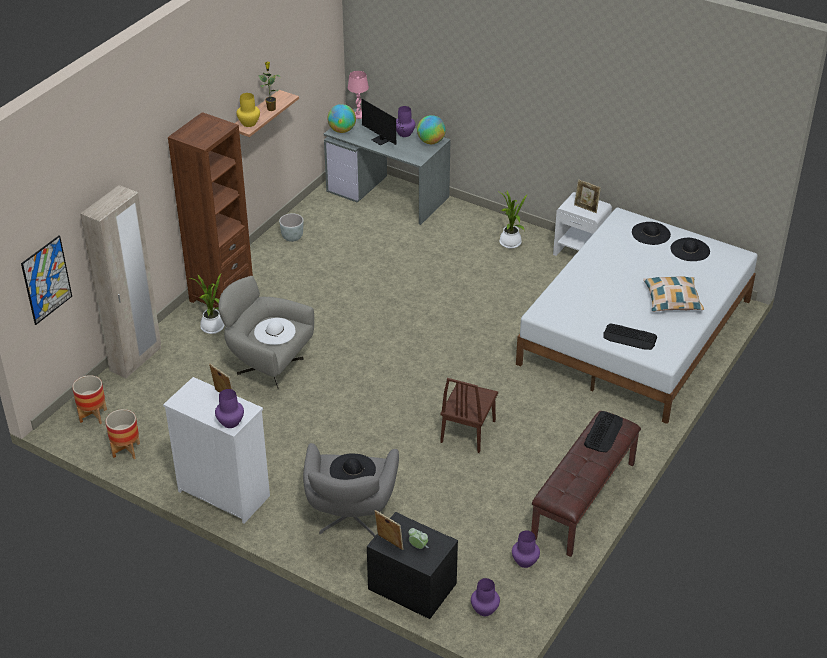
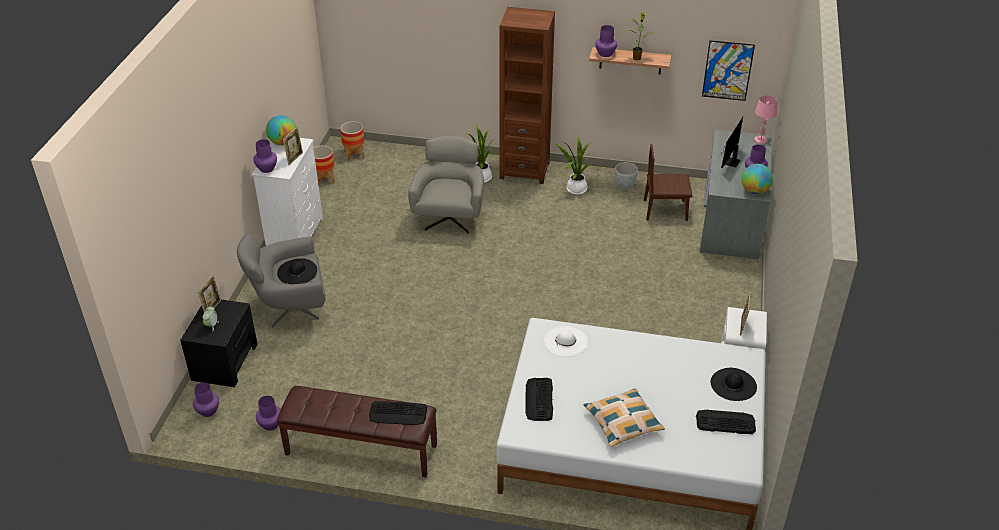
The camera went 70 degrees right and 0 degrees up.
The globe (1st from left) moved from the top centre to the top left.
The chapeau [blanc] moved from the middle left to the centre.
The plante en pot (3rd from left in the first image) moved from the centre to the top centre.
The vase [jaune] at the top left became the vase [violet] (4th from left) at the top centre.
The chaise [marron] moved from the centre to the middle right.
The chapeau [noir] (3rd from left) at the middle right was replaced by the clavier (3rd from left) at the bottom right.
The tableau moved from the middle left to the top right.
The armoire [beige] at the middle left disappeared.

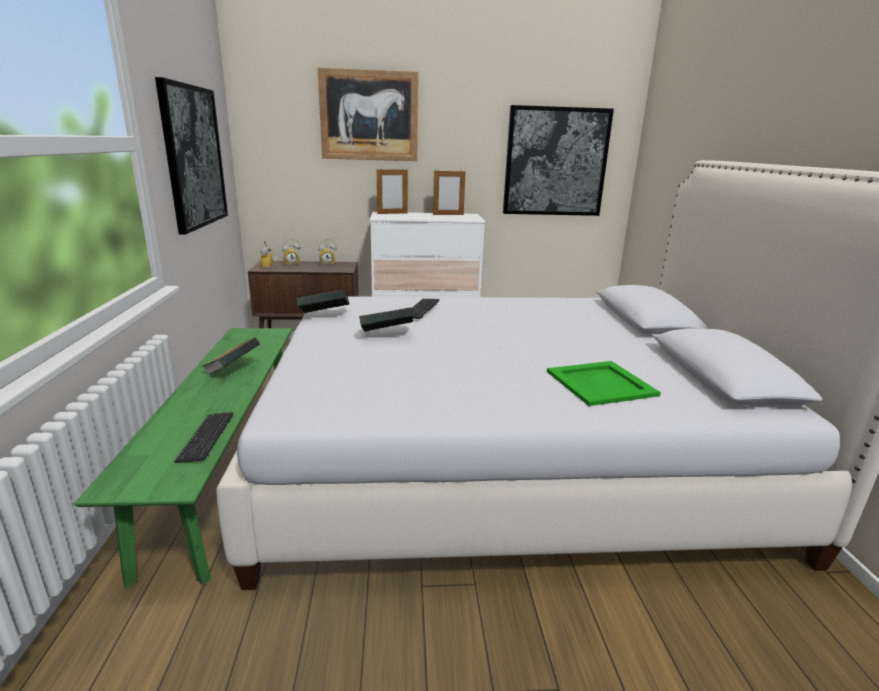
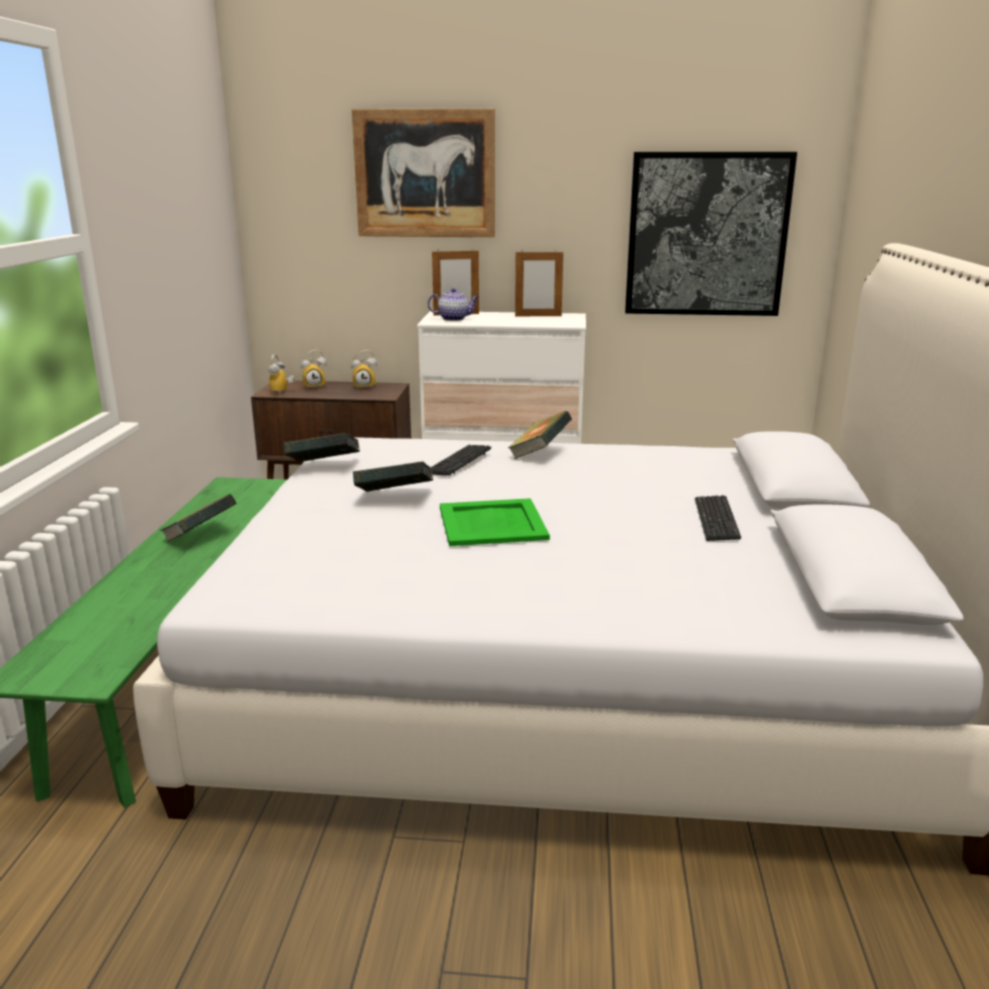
The camera went 10 degrees right and 0 degrees up.
The théière at the top centre appeared.
The plateau [vert] moved from the middle right to the centre.
The livre (4th from left) at the centre appeared.
The clavier (1st from left in the first image) moved from the middle left to the middle right.
The tableau (1st from left) at the top left disappeared.

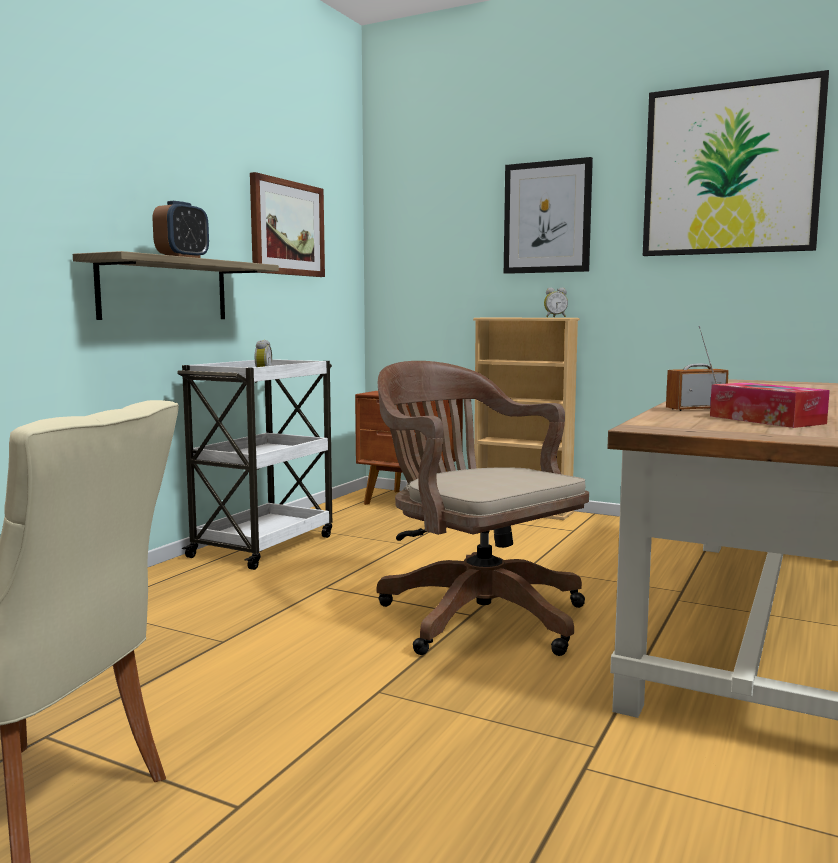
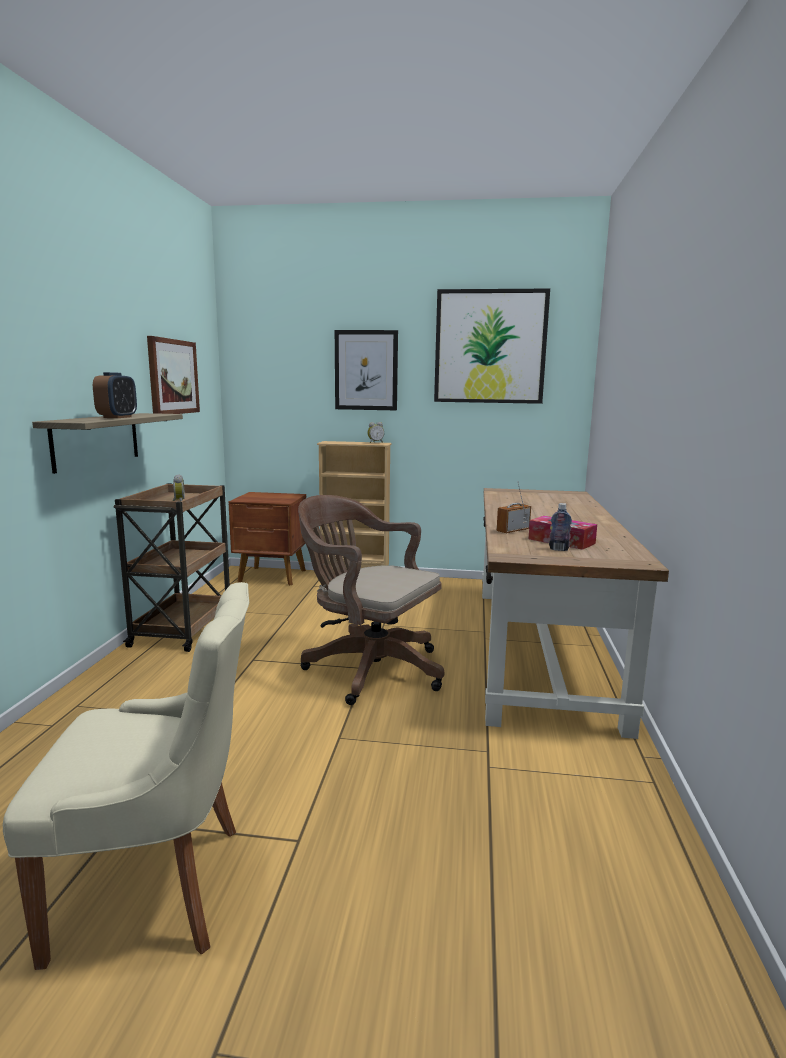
The camera went 20 degrees left and 5 degrees up.
The chariot [blanc] at the middle left became the chariot [marron] at the middle left.
The bouteille at the middle right appeared.

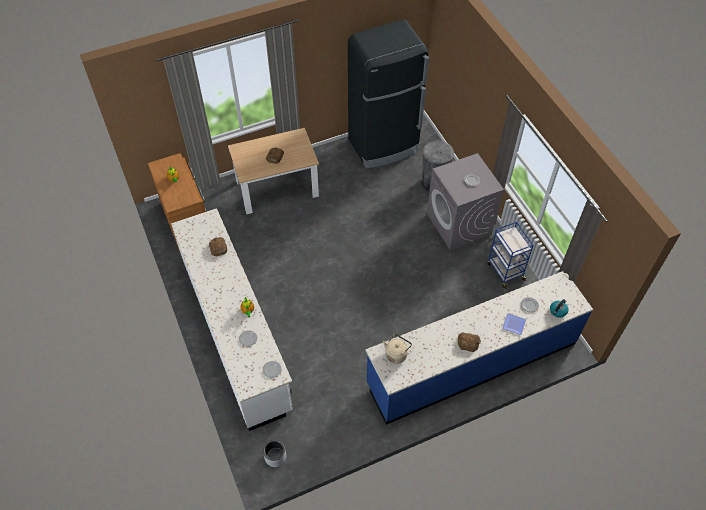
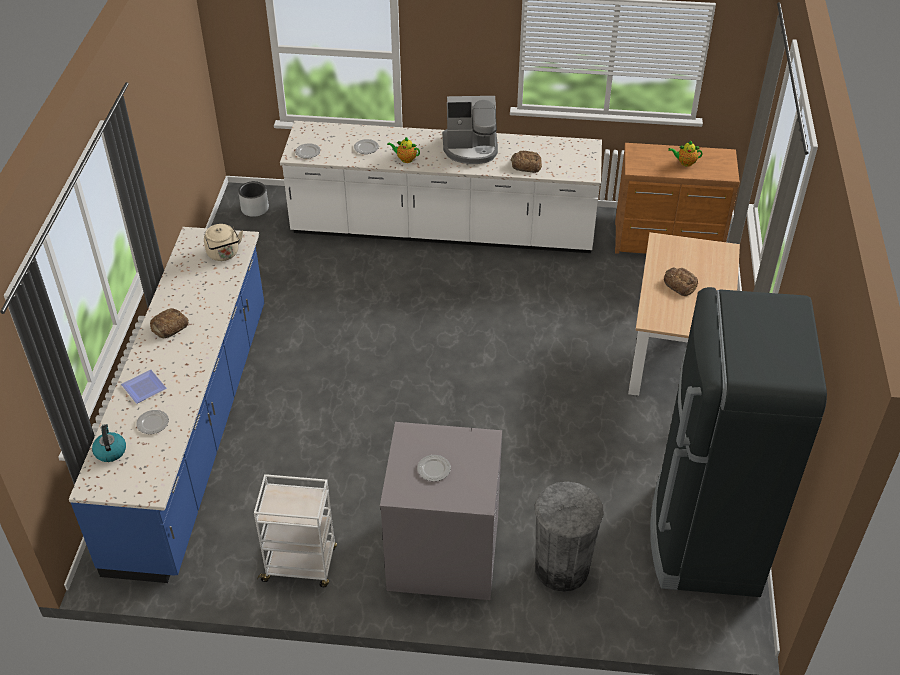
The camera went 120 degrees right and 10 degrees down.
The chariot [bleu] at the middle right became the chariot [blanc] at the bottom left.
The machine à café at the top centre appeared.

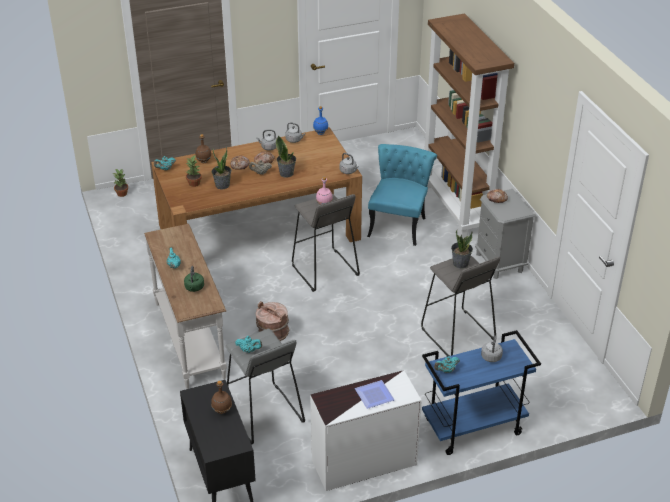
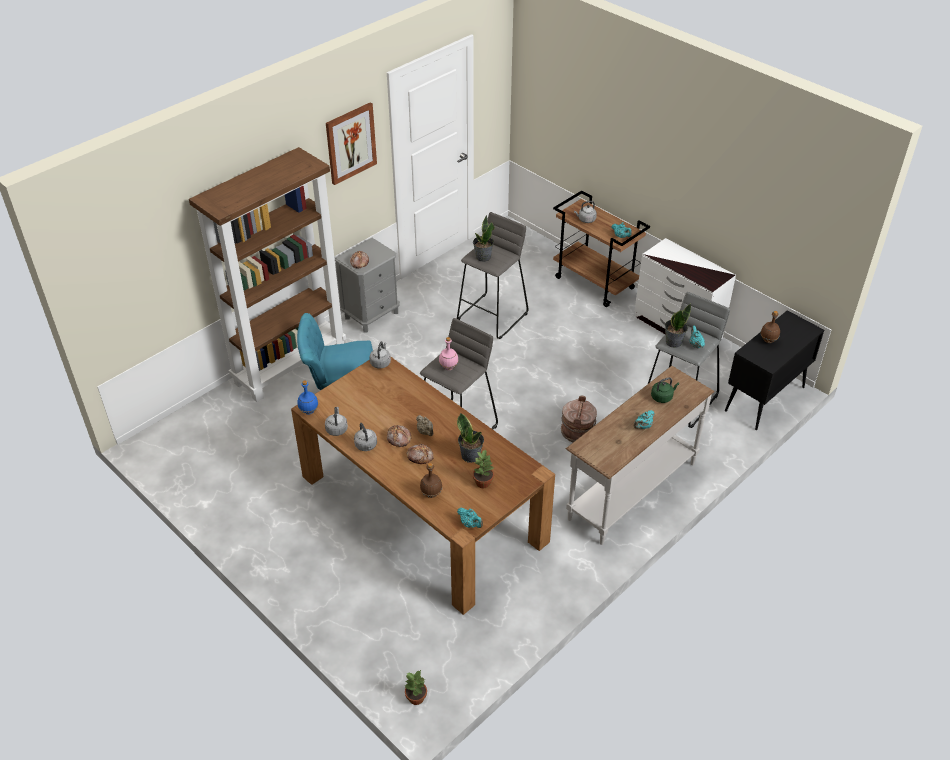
The camera went 115 degrees left and 5 degrees up.
The tableau at the top centre appeared.
The chariot [bleu] at the bottom right became the chariot [marron] at the top centre.
The plante en pot (4th from left in the first image) moved from the top centre to the middle right.
The assiette at the bottom centre disappeared.

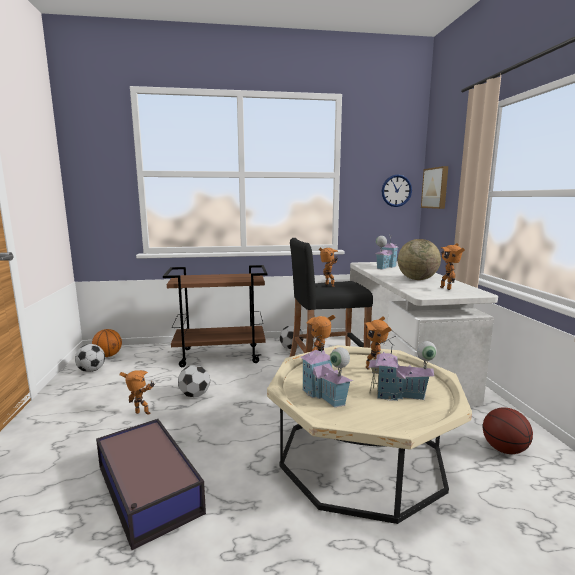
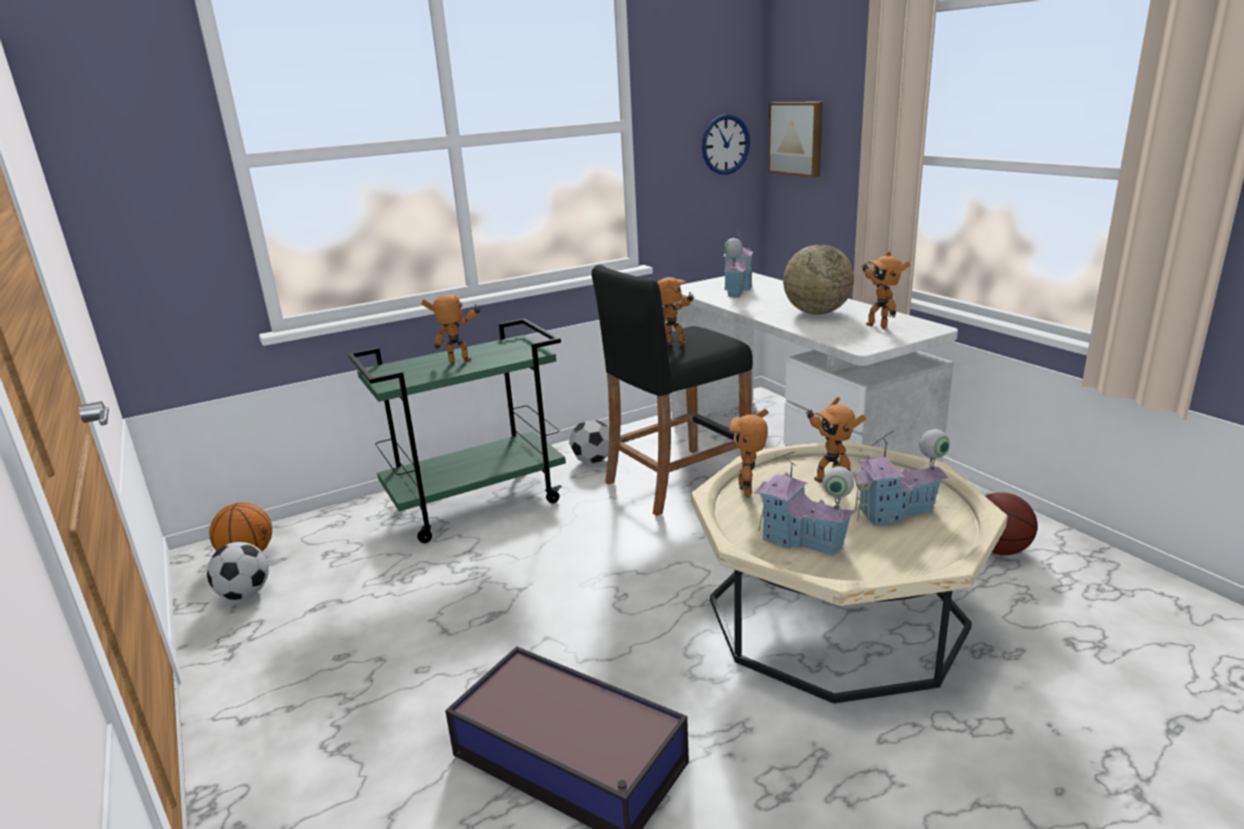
The camera went 20 degrees left and 10 degrees up.
The chariot [marron] at the centre became the chariot [vert] at the centre.
The robot jouet (1st from left) moved from the bottom left to the centre.
The ballon de foot (2nd from left) at the centre disappeared.

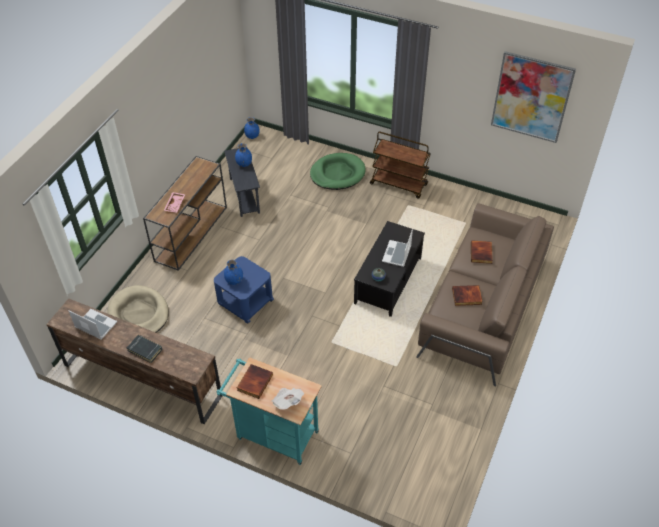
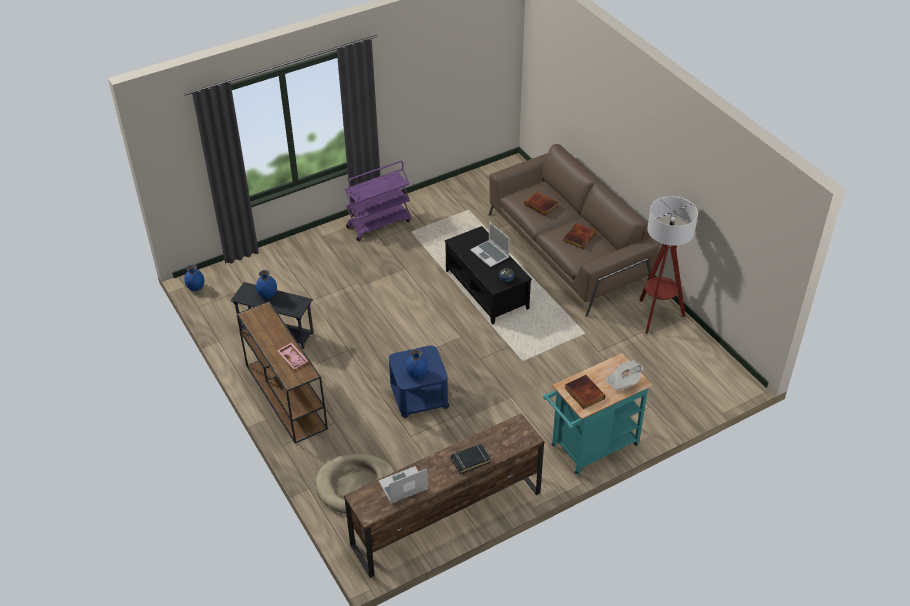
The camera went 55 degrees left and 5 degrees down.
The chariot [marron] at the top centre became the chariot [violet] at the top centre.
The lampadaire at the middle right appeared.
The panier pour chien [vert] at the top centre disappeared.
The tableau at the top right disappeared.

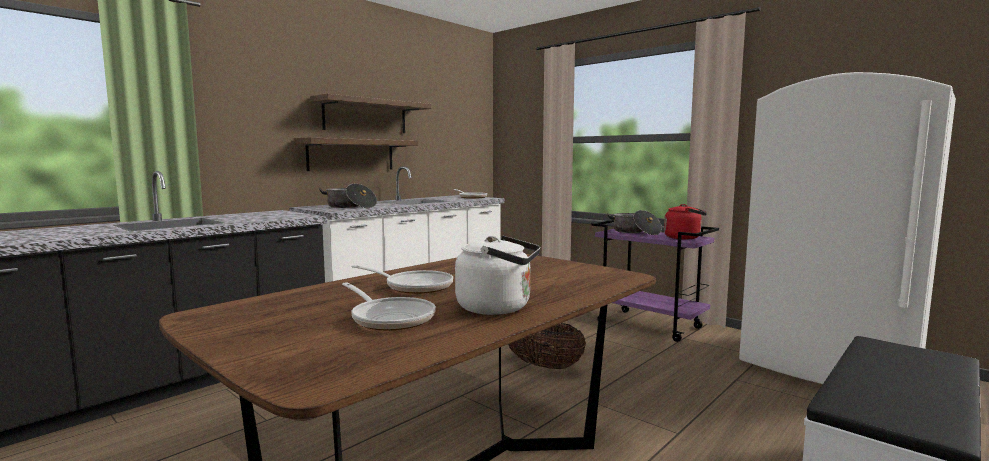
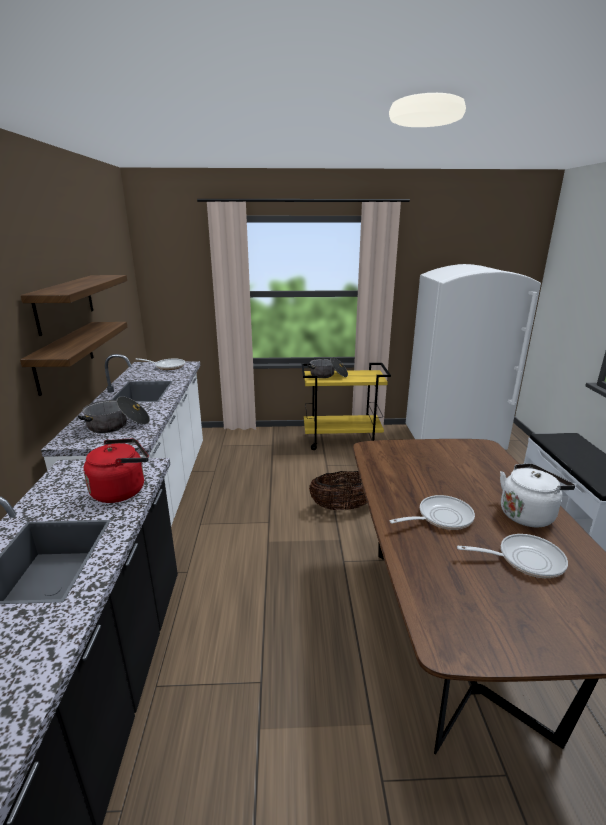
The camera went 45 degrees left and 15 degrees up.
The bouilloire [rouge] moved from the middle right to the middle left.
The chariot [violet] at the centre became the chariot [jaune] at the centre.

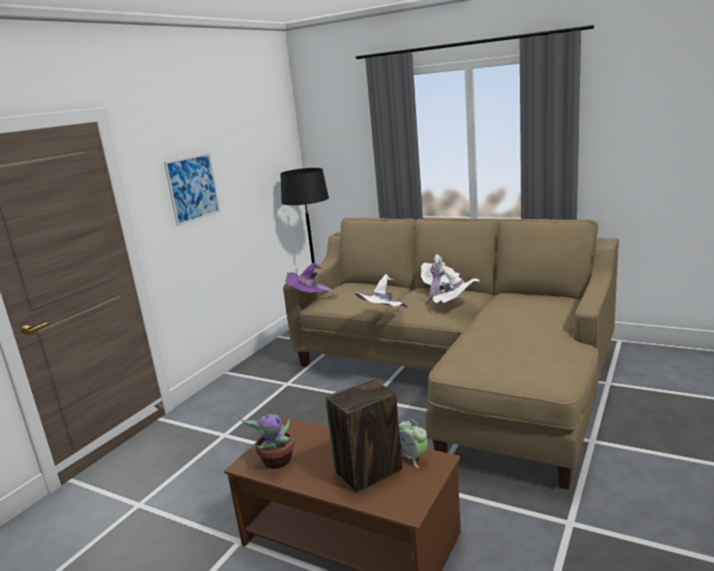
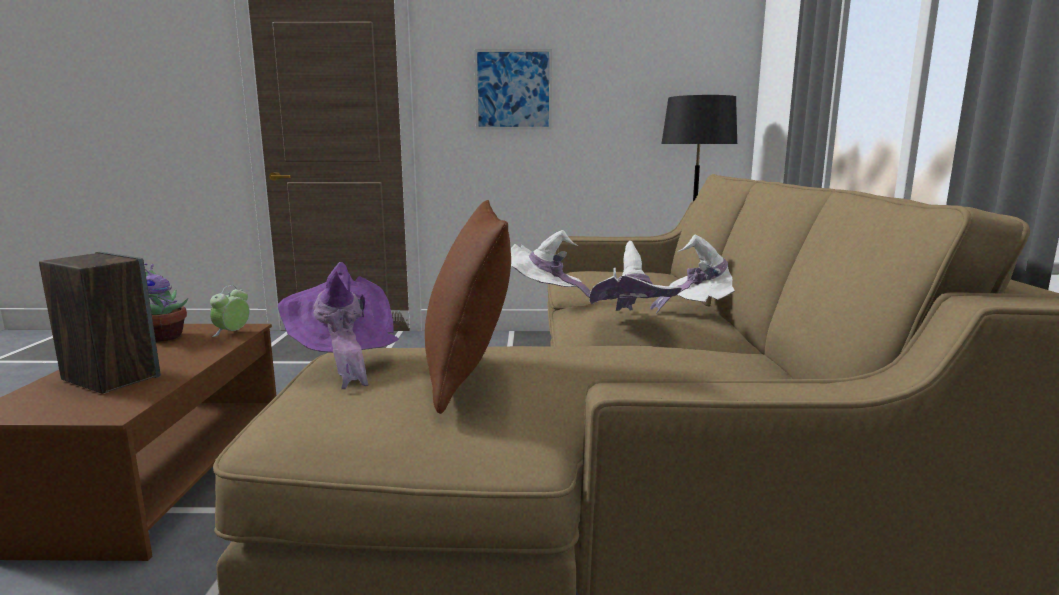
The camera went 60 degrees right and 5 degrees down.
The réveil moved from the bottom centre to the middle left.
The chapeau [violet] moved from the centre to the middle left.
The coussin [marron] at the centre appeared.

